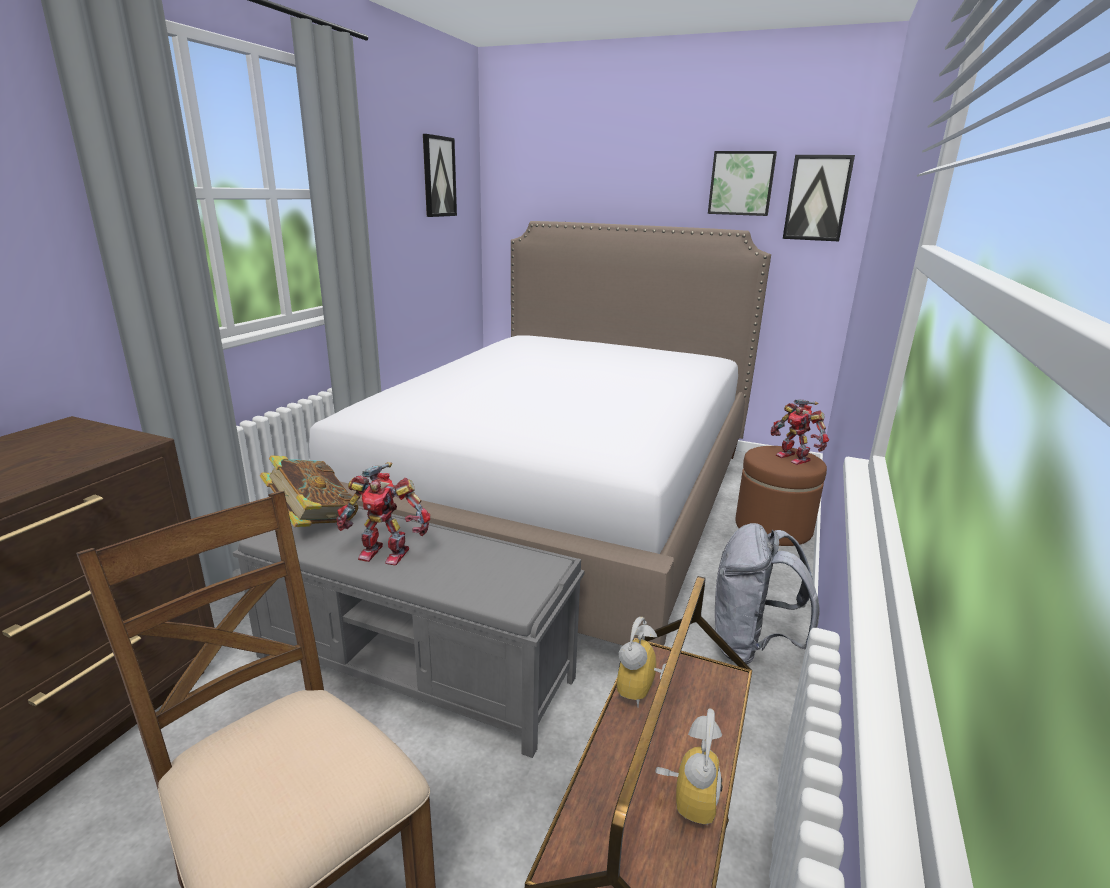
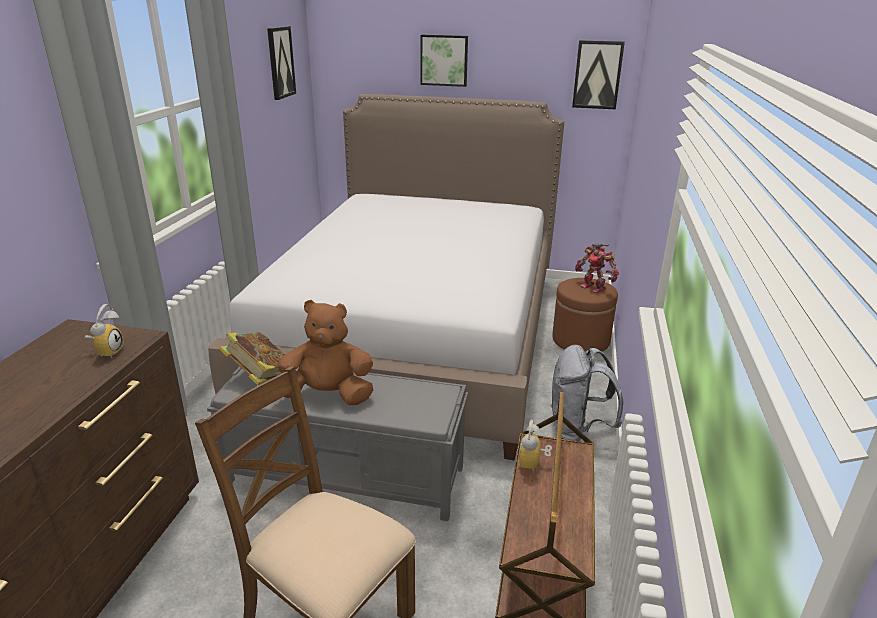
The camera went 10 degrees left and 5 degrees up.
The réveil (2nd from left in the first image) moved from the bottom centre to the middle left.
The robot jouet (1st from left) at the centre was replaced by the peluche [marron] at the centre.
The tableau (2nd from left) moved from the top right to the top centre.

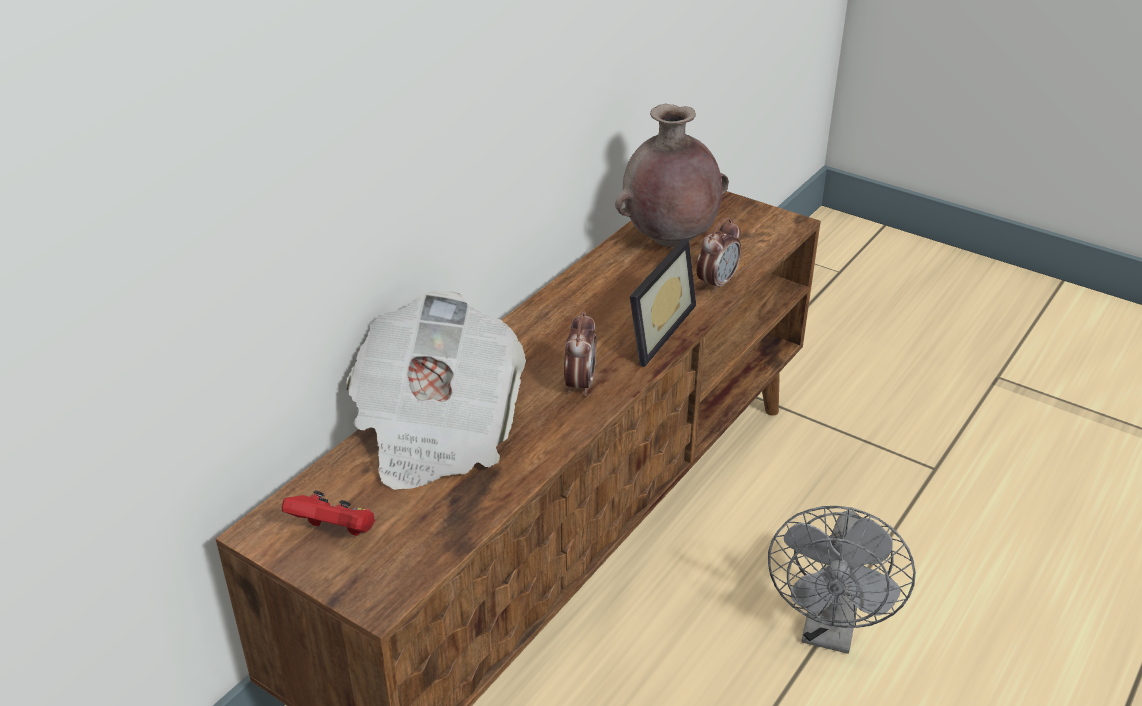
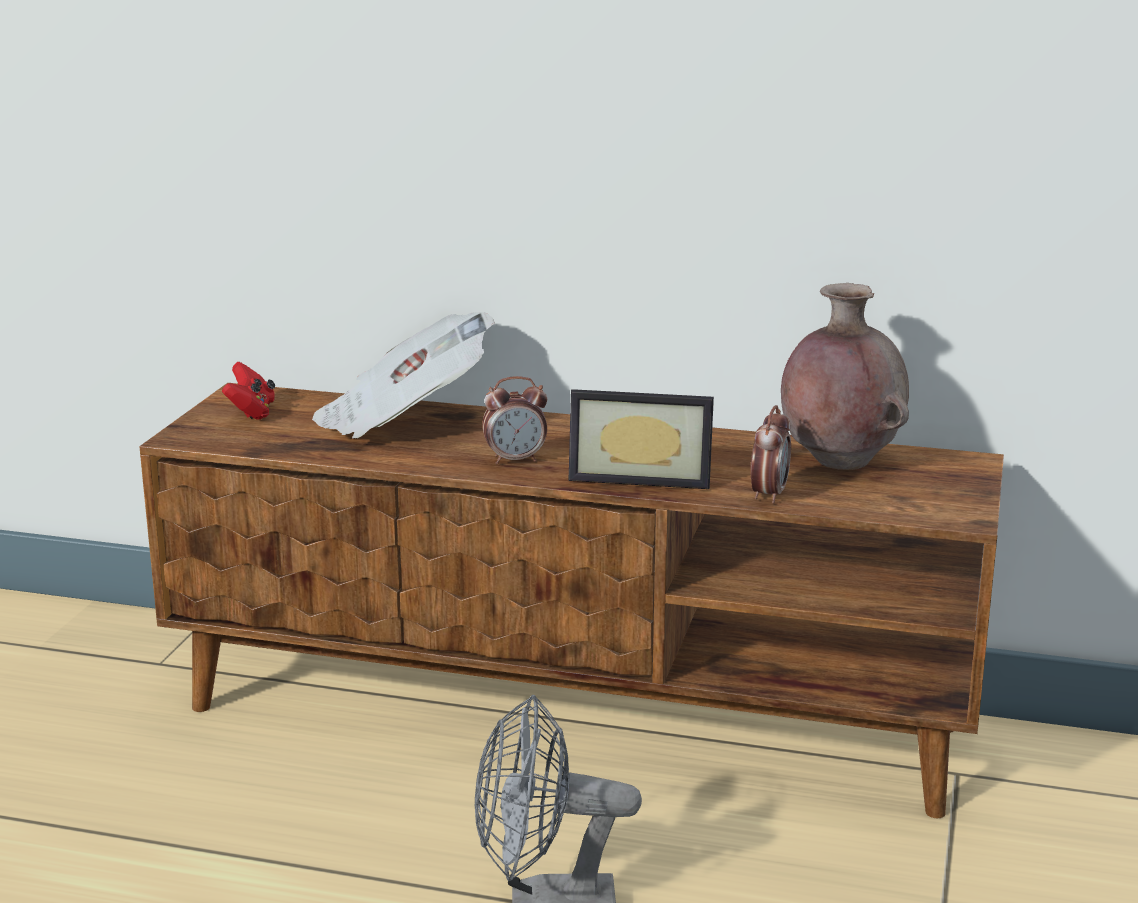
The camera went 70 degrees right and 15 degrees down.
The réveil (2nd from left) at the centre turned 90 degrees counterclockwise.

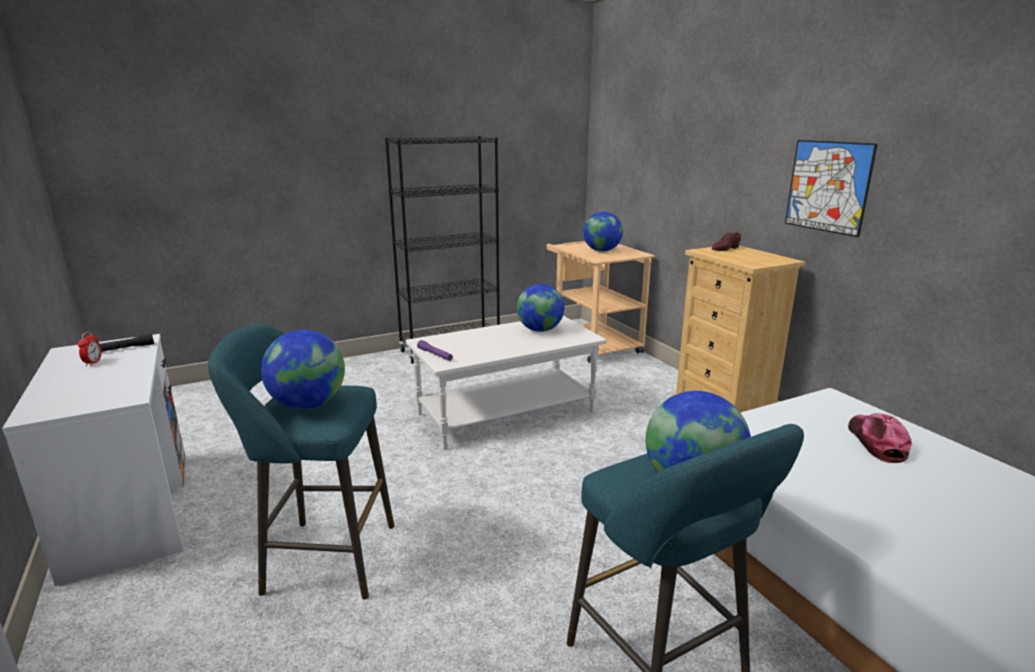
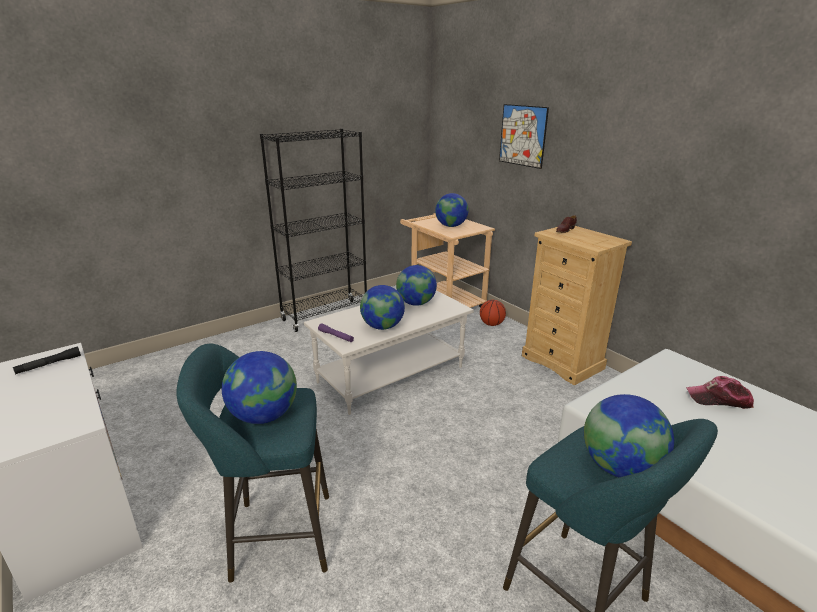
The camera went 10 degrees left and 5 degrees up.
The globe (2nd from left) at the centre appeared.
The ballon de basket at the centre appeared.
The tableau moved from the top right to the top centre.
The casquette at the middle right turned 75 degrees counterclockwise.
The réveil at the middle left disappeared.

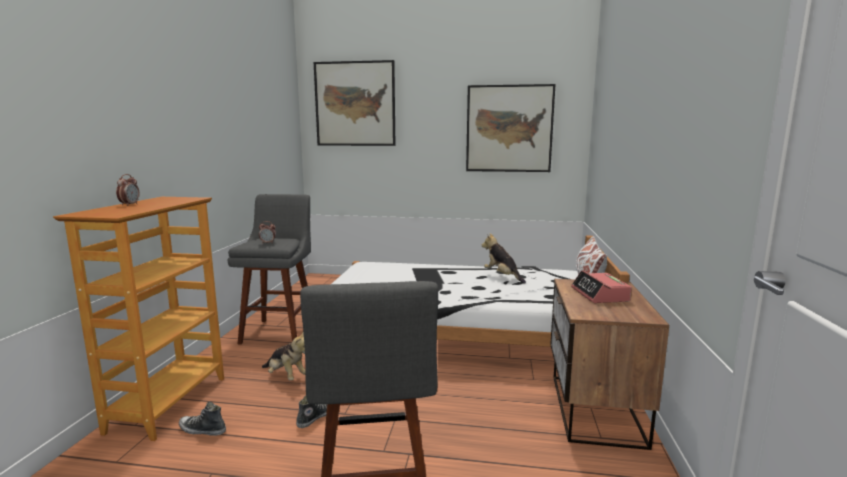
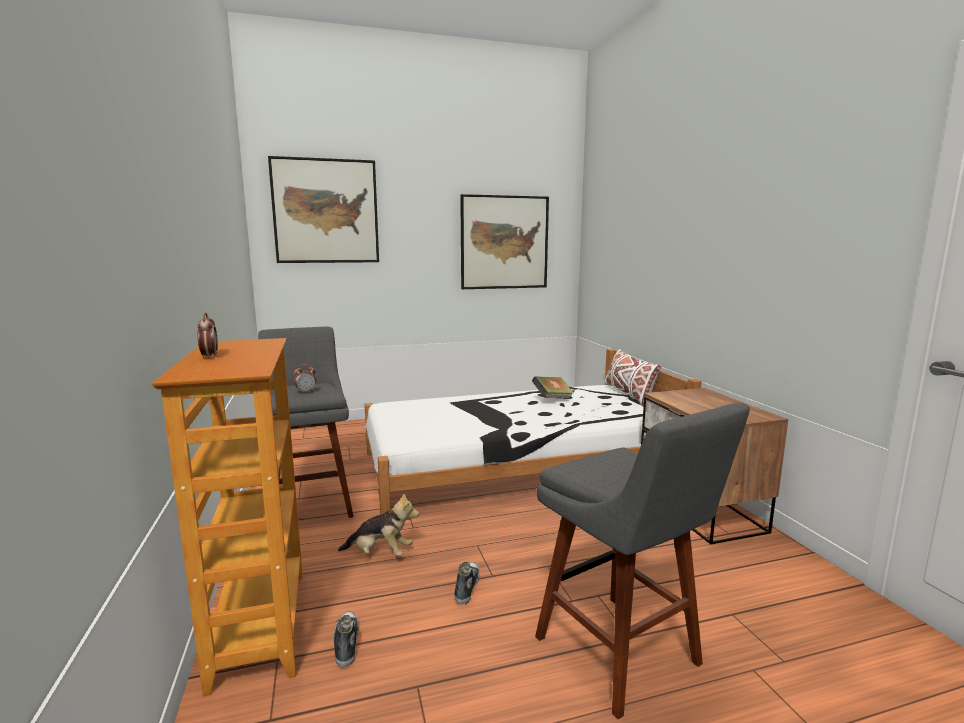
The camera went 25 degrees left and 0 degrees up.
The chaussure (1st from left) at the bottom left turned 90 degrees clockwise.
The peluche (2nd from left) at the centre was replaced by the livre at the centre.
The réveil (3rd from left) at the middle right disappeared.

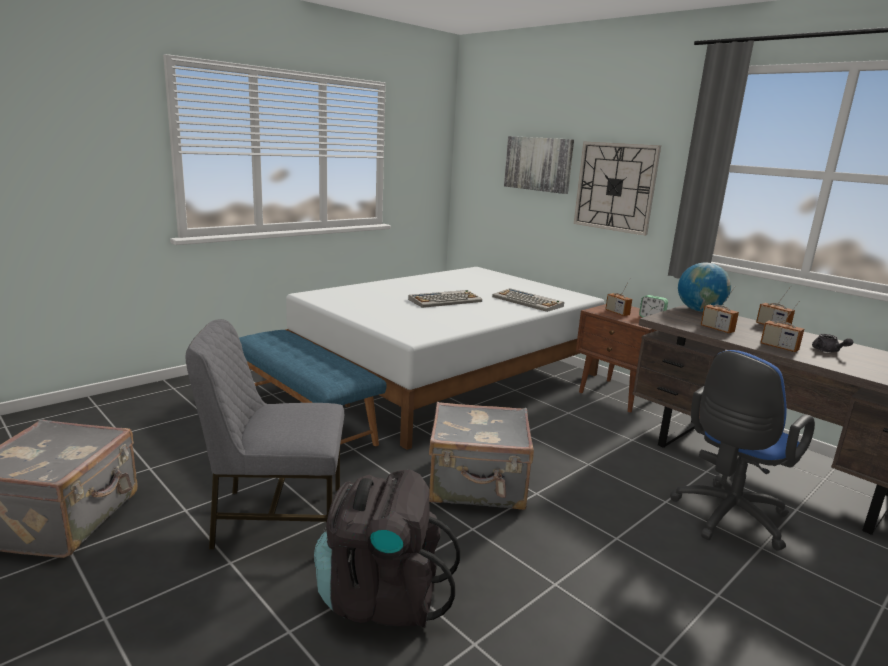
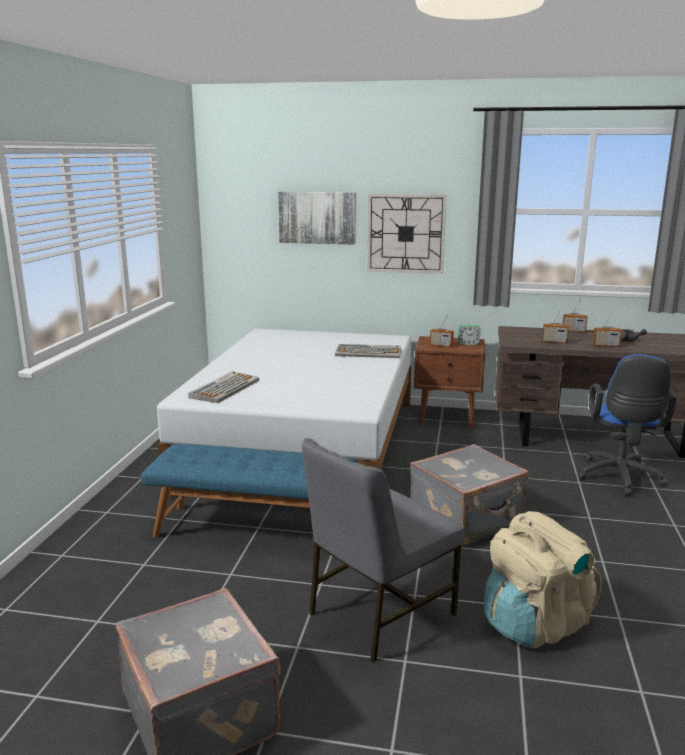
The camera went 35 degrees left and 0 degrees up.
The clavier (1st from left) moved from the centre to the middle left.
The sac à dos [noir] at the bottom centre became the sac à dos [beige] at the bottom right.
The globe at the middle right disappeared.

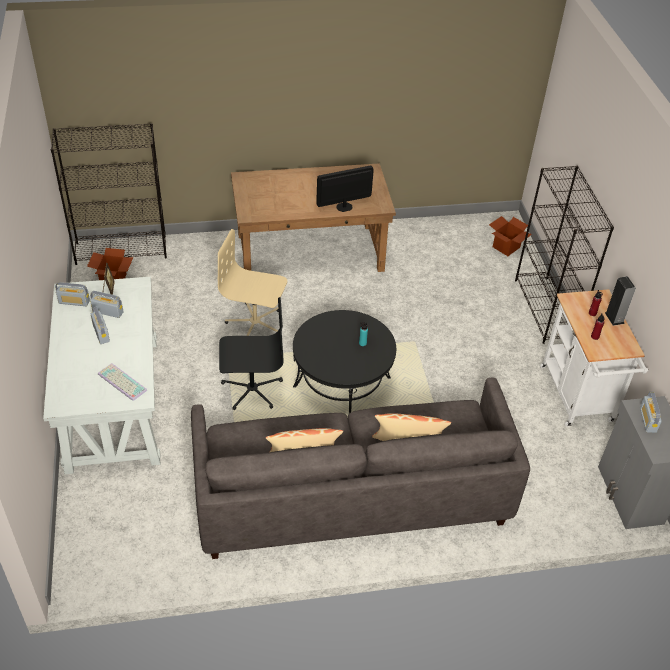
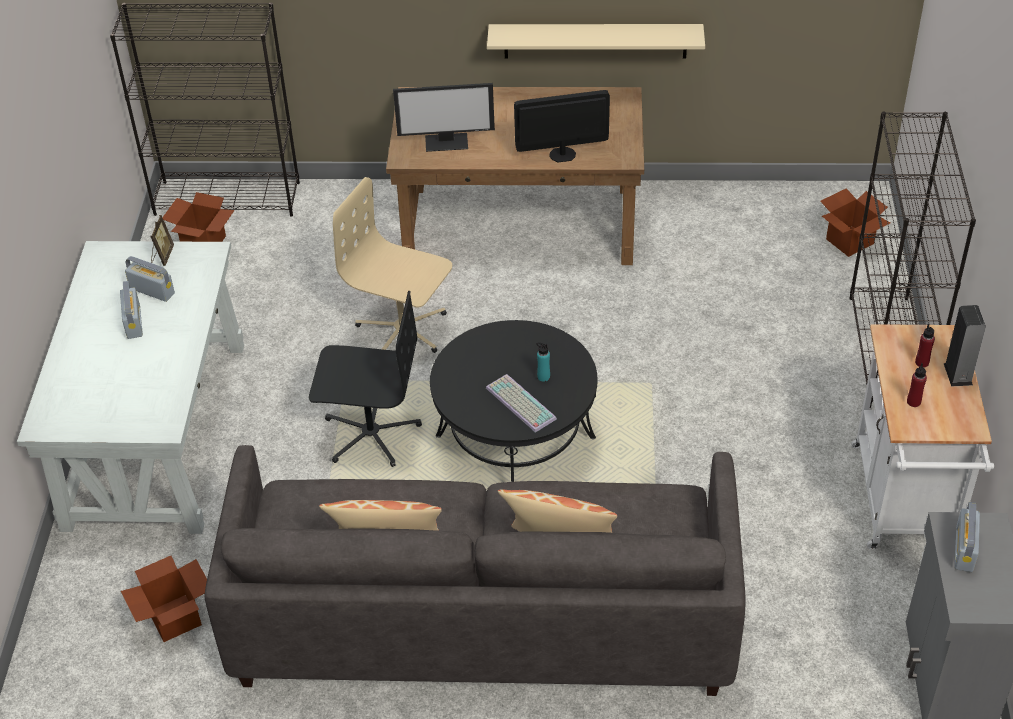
The camera went 15 degrees right and 0 degrees up.
The carton (1st from left) at the bottom left appeared.
The écran d'ordinateur (1st from left) at the top centre appeared.
The clavier moved from the middle left to the centre.
The étagère [beige] at the top centre appeared.
The radio (1st from left) at the middle left disappeared.

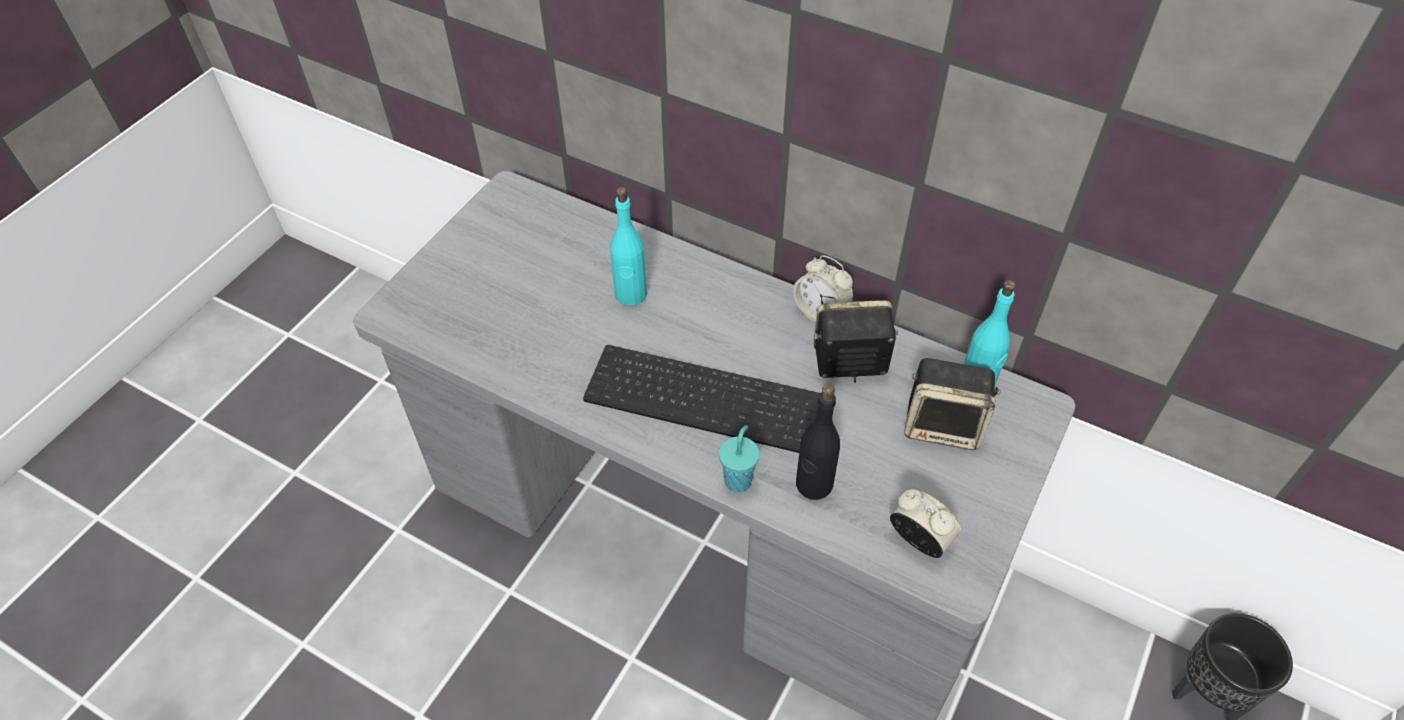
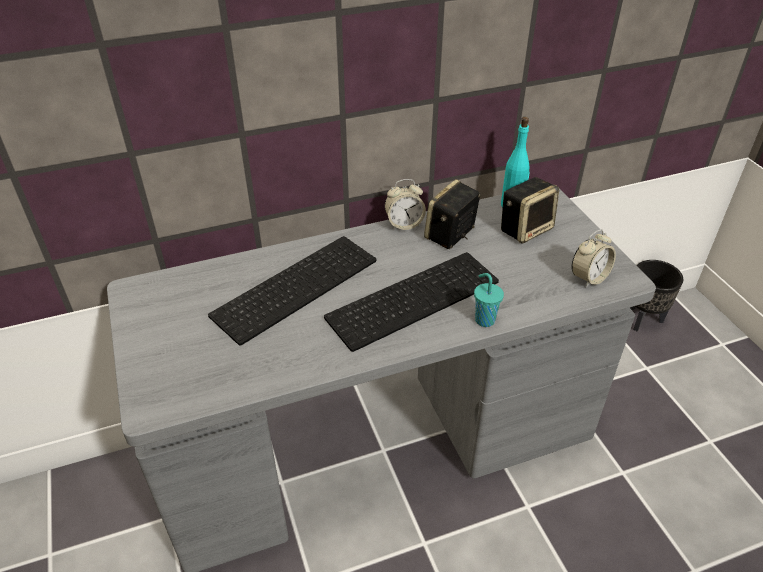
The camera went 50 degrees left and 10 degrees down.
The bouteille [turquoise] (1st from left) at the centre was replaced by the clavier (1st from left) at the centre.
The réveil (2nd from left) at the bottom centre turned 150 degrees clockwise.
The bouteille [noir] at the centre disappeared.

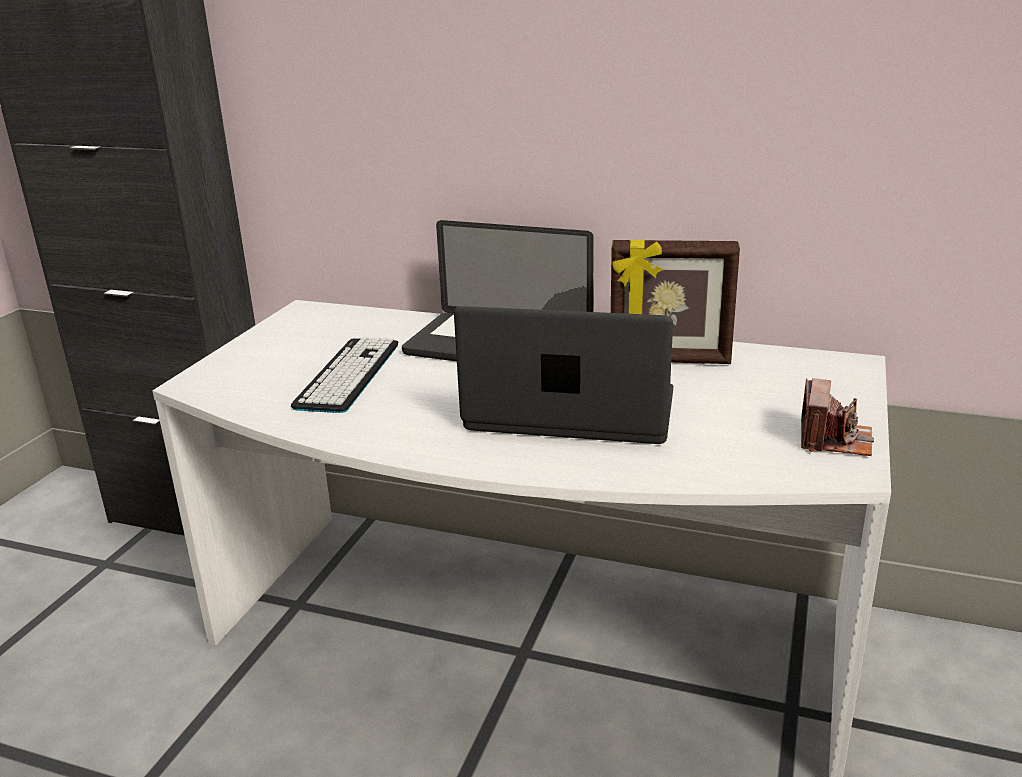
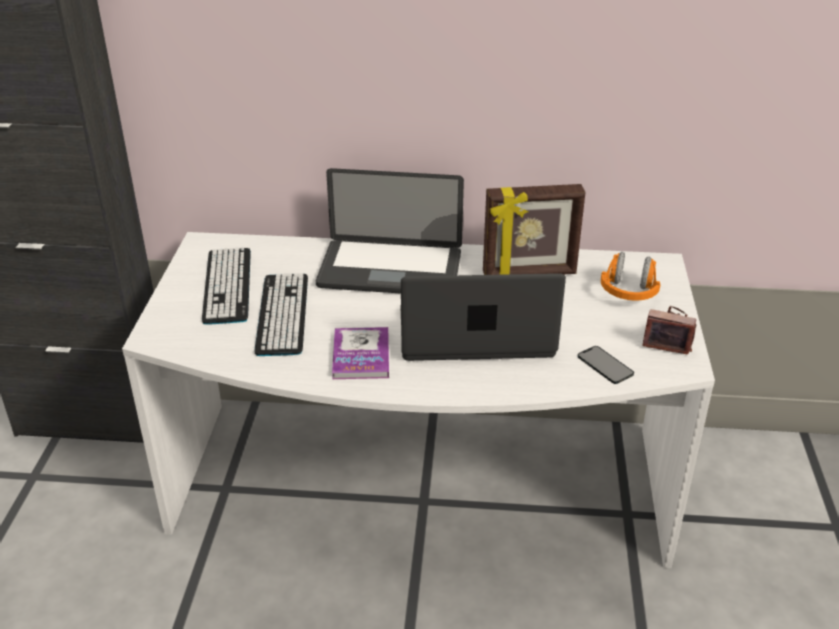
The camera went 15 degrees left and 10 degrees up.
The clavier (1st from left) at the middle left appeared.
The livre at the centre appeared.
The téléphone at the middle right appeared.
The casque audio [orange] at the middle right appeared.
The appareil photo at the middle right turned 75 degrees counterclockwise.

